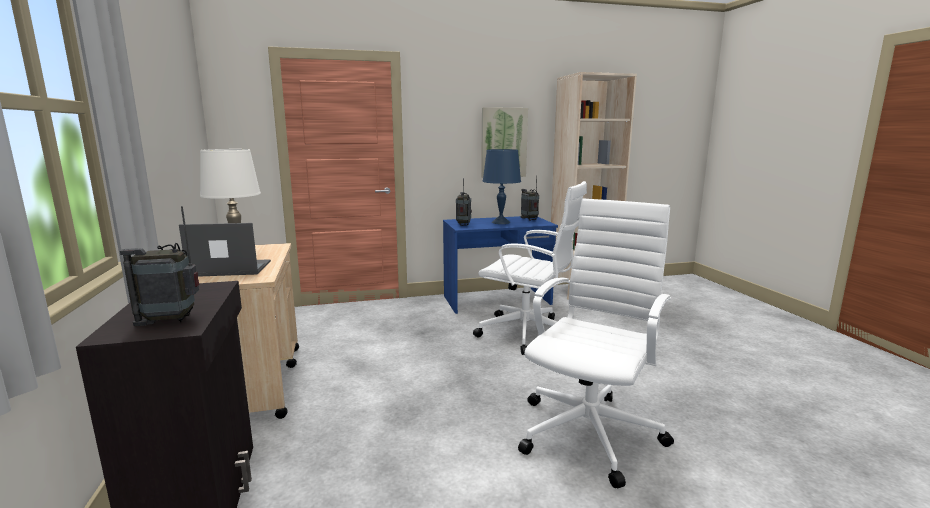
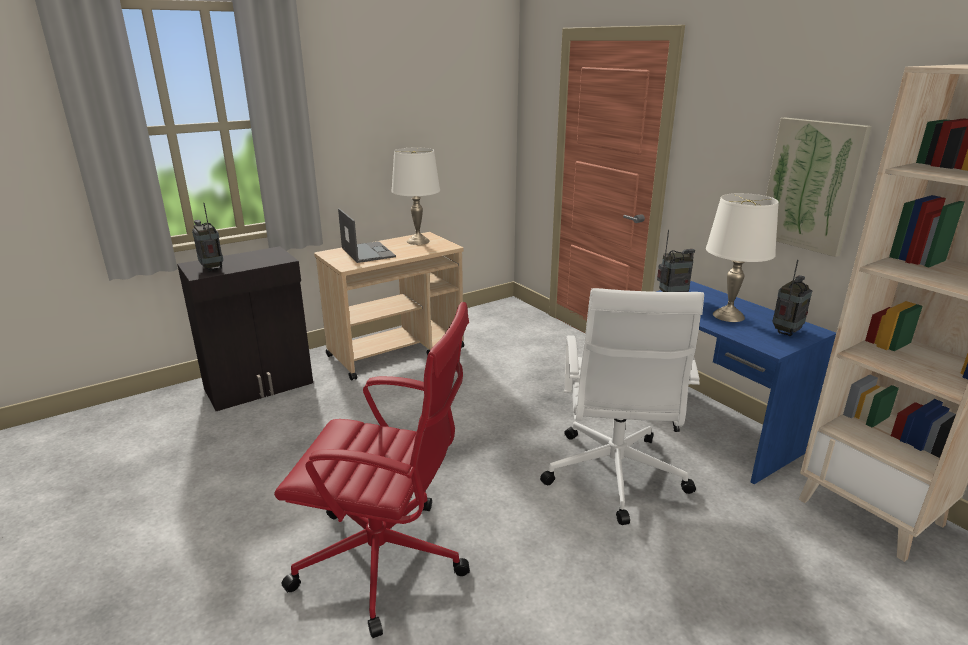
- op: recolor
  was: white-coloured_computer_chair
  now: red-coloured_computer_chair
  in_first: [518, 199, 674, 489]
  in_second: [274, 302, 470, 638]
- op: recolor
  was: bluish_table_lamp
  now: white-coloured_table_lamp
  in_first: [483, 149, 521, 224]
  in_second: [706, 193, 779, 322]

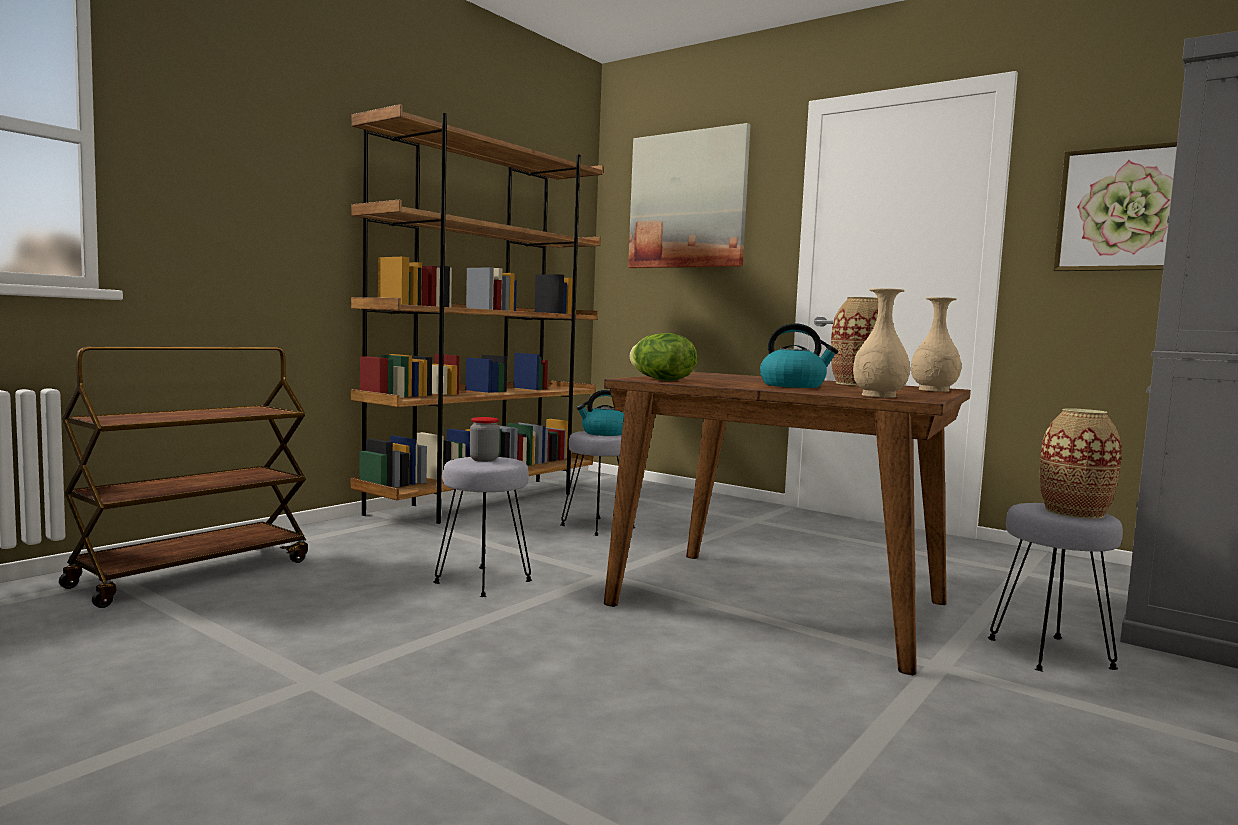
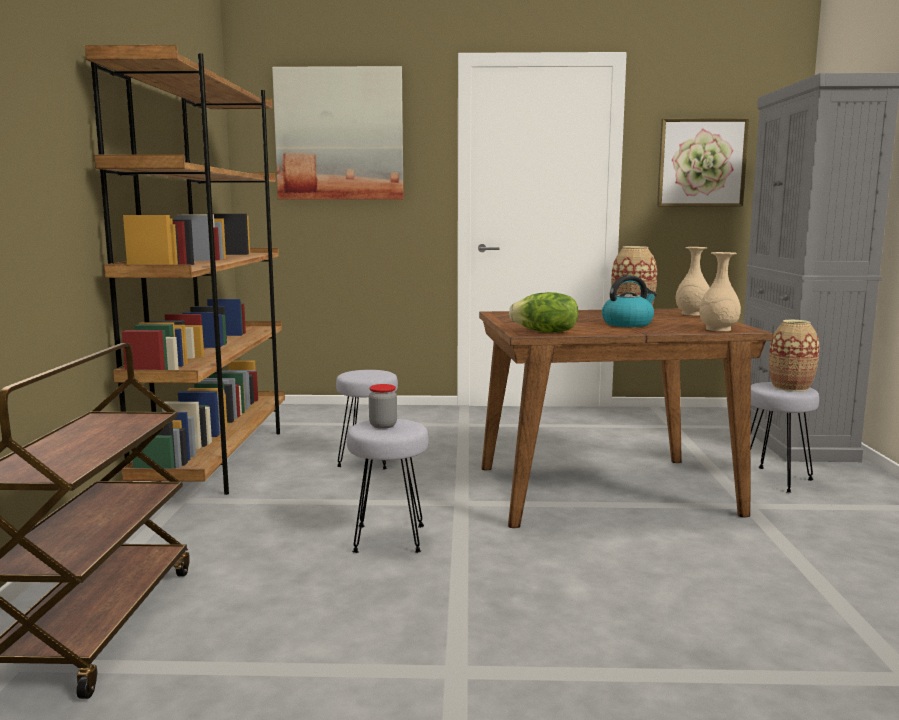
- op: delete
  was: kettle
  in_first: [577, 390, 624, 436]

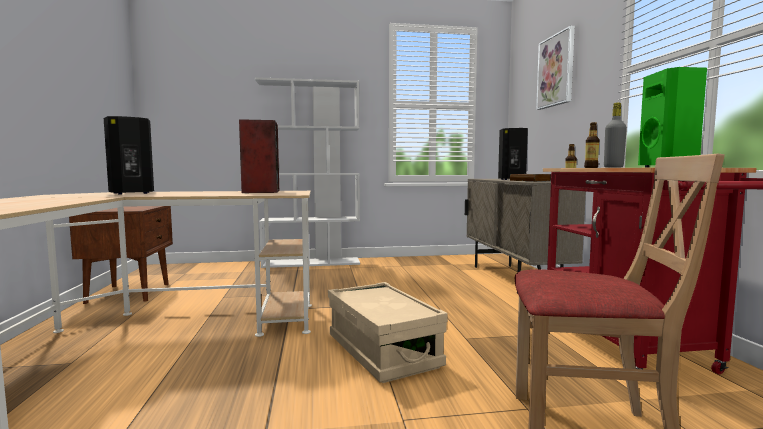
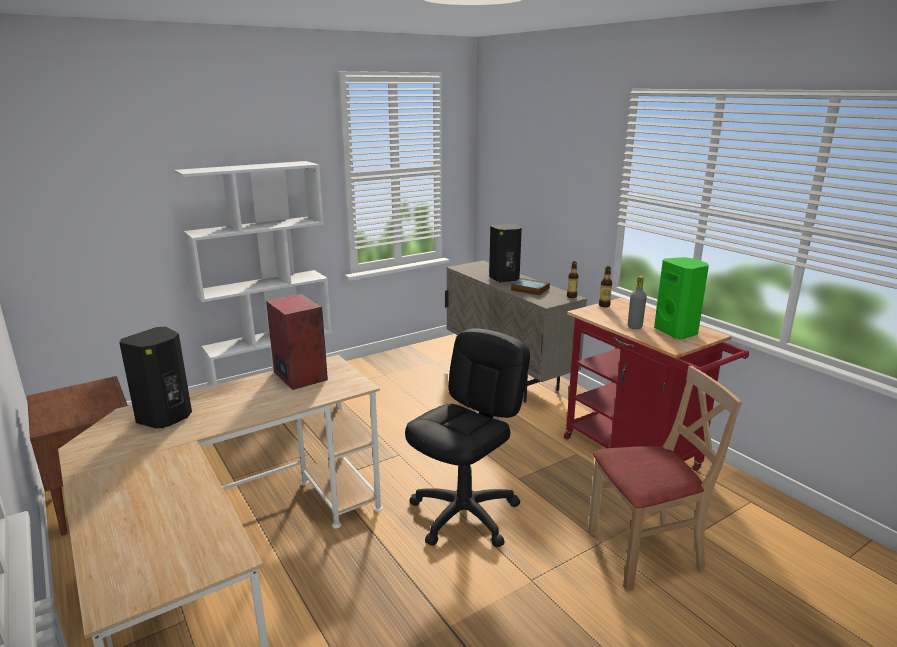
- op: replace
  was: sand-coloured_storage_bin
  now: blackish_computer_chair
  in_first: [328, 282, 448, 383]
  in_second: [405, 328, 530, 547]
- op: delete
  was: picture
  in_first: [536, 26, 575, 110]

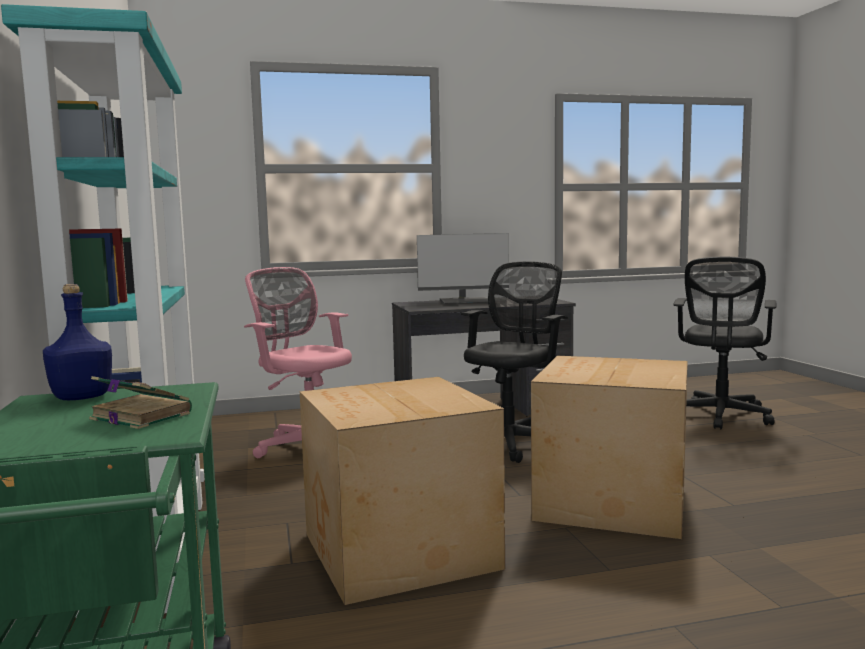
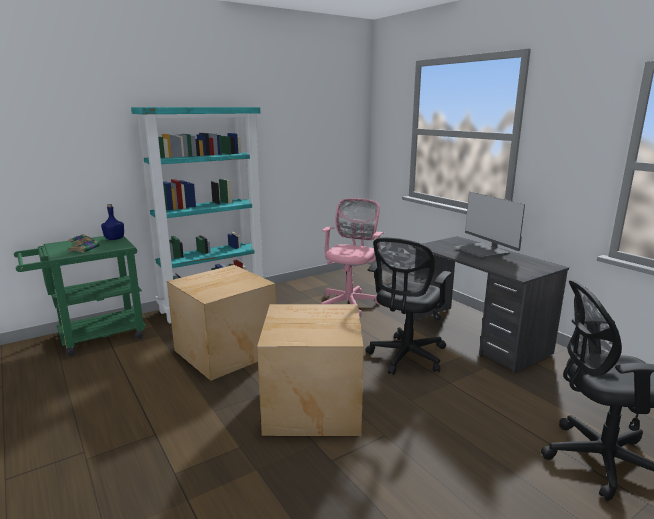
- op: rotate
  was: blackish_computer_chair
  in_first: [461, 261, 568, 463]
  in_second: [365, 237, 451, 375]
  clockwise: 105

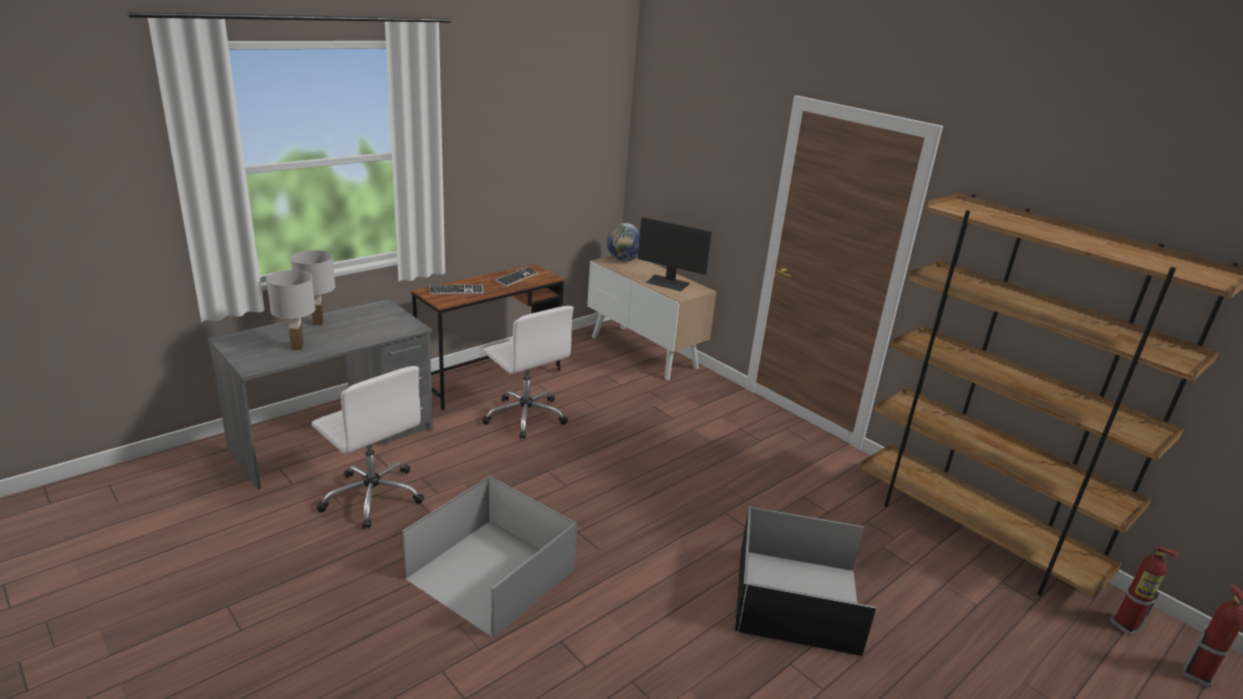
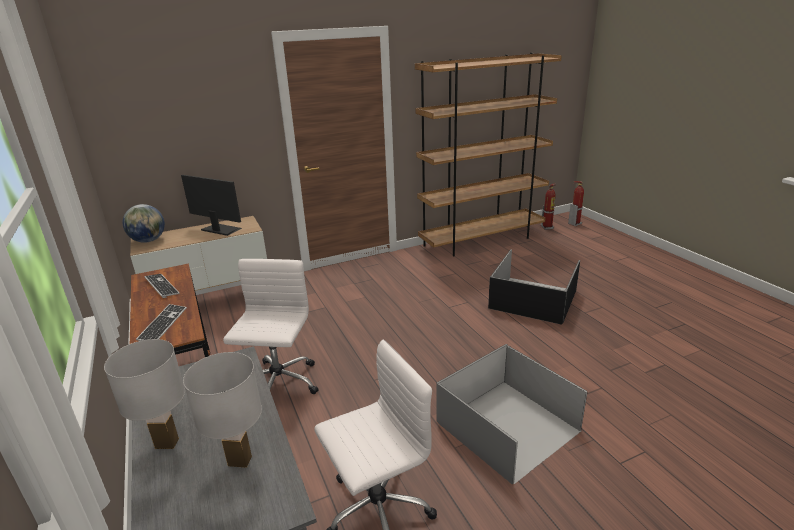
- op: rotate
  was: computer_screen
  in_first: [638, 217, 712, 291]
  in_second: [181, 175, 242, 236]
  clockwise: -105
- op: rotate
  was: white-coloured_computer_chair
  in_first: [482, 306, 574, 439]
  in_second: [223, 259, 318, 394]
  clockwise: -60

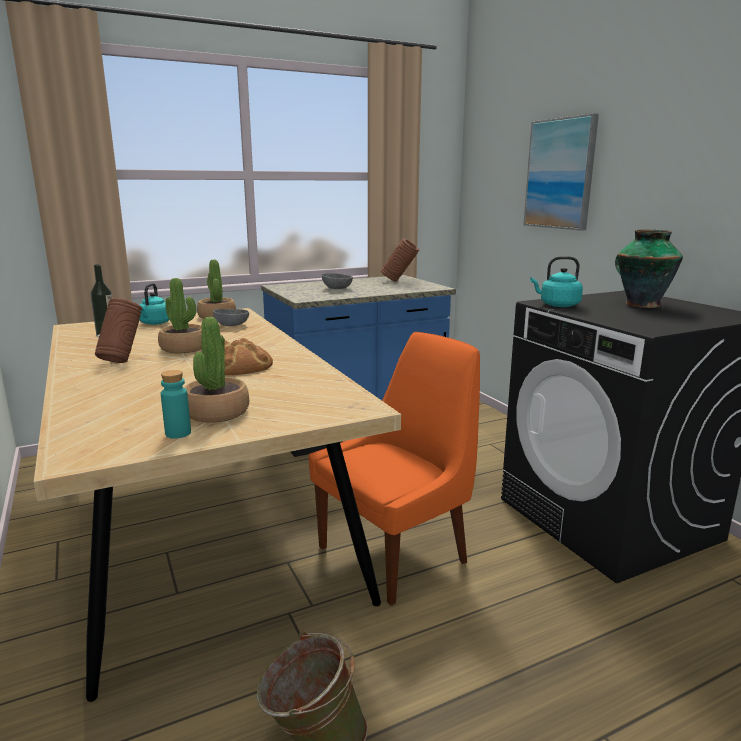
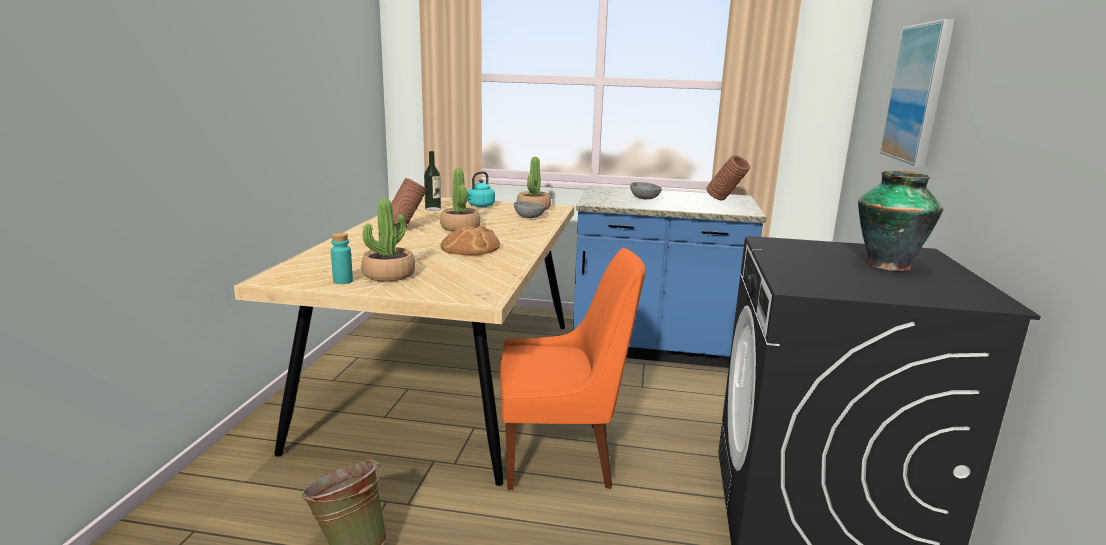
- op: delete
  was: turquoise-coloured_kettle
  in_first: [530, 256, 583, 307]

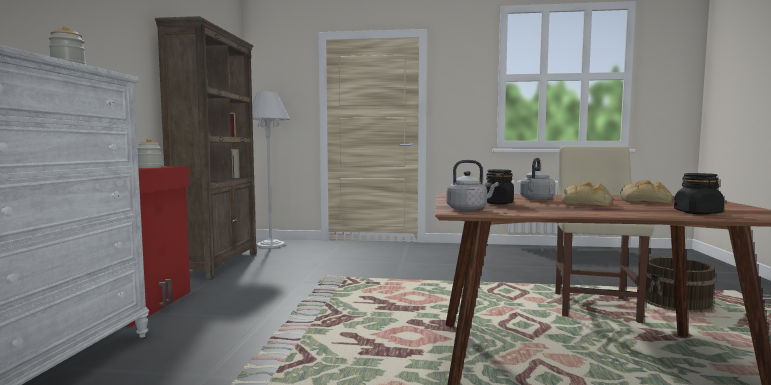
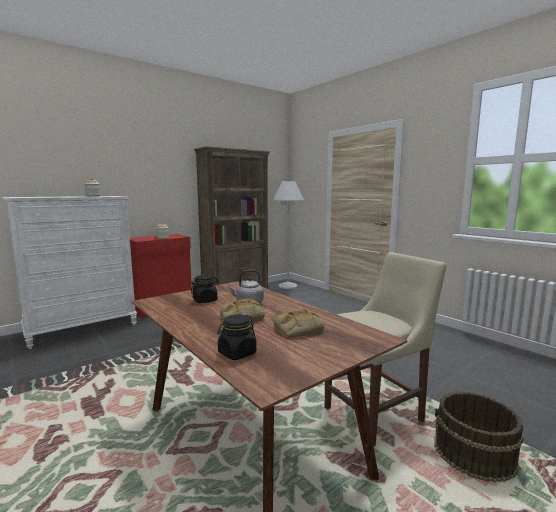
- op: delete
  was: gray_kettle
  in_first: [447, 160, 499, 211]

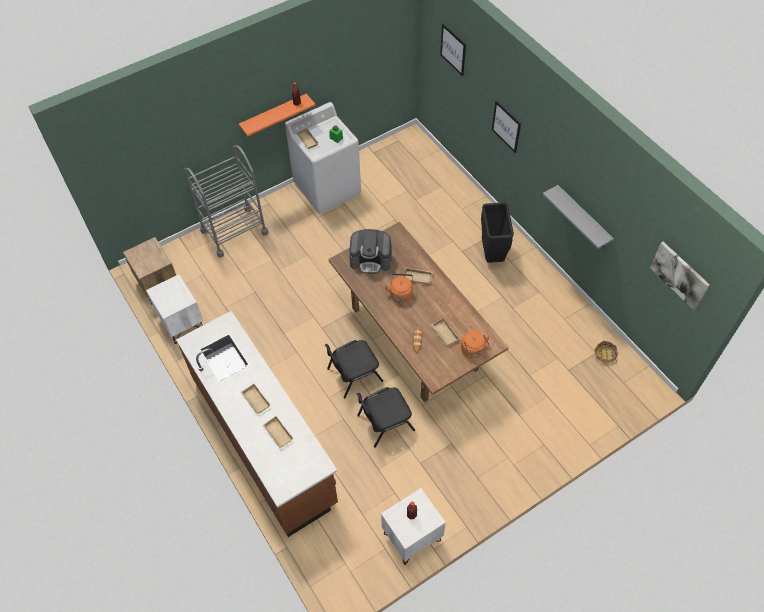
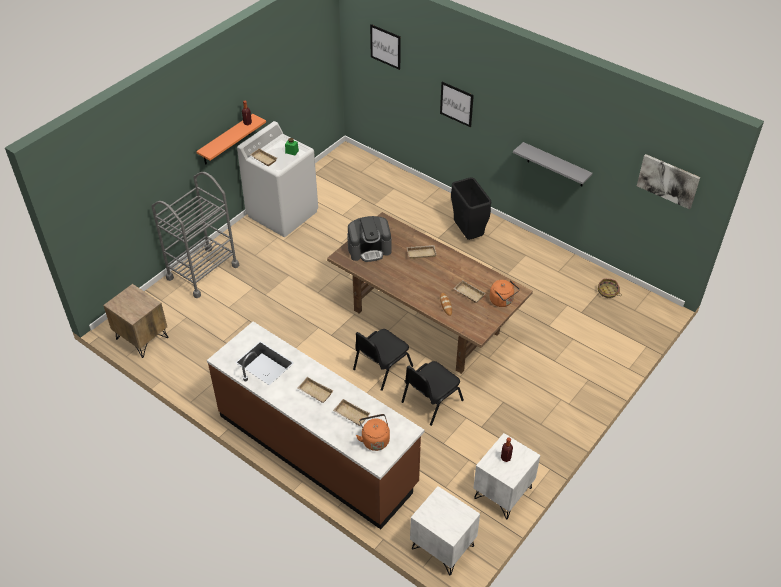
- op: move
  was: orange_kettle
  in_first: [385, 274, 413, 302]
  in_second: [356, 414, 390, 451]
- op: move
  was: white-coloured_night_table
  in_first: [146, 274, 203, 344]
  in_second: [410, 486, 480, 576]

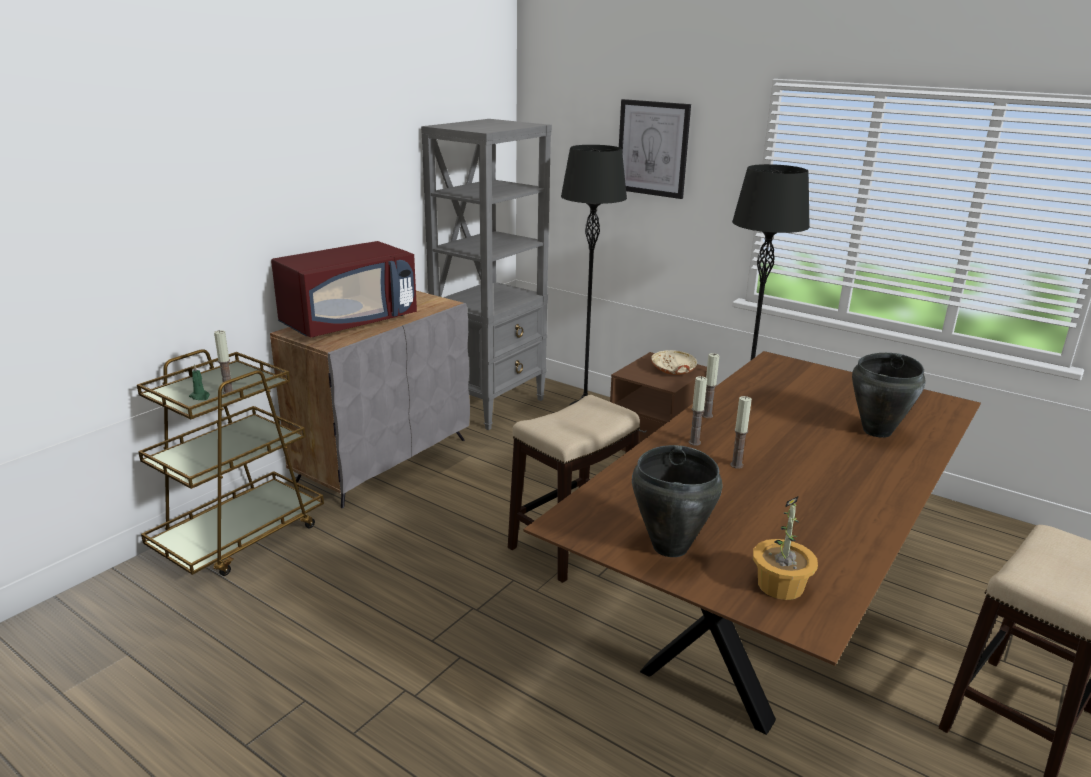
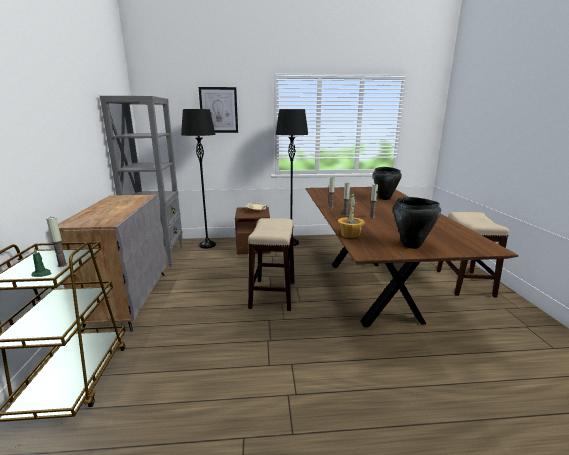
- op: move
  was: potted_plant
  in_first: [753, 496, 818, 600]
  in_second: [338, 192, 365, 238]
- op: delete
  was: red-coloured_kitchen_microwave
  in_first: [271, 241, 417, 338]

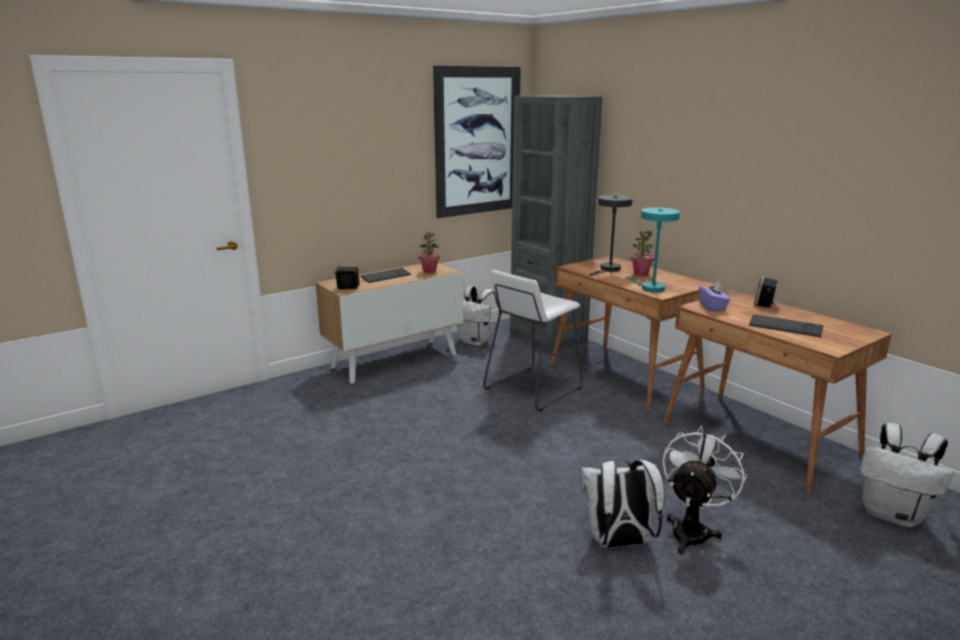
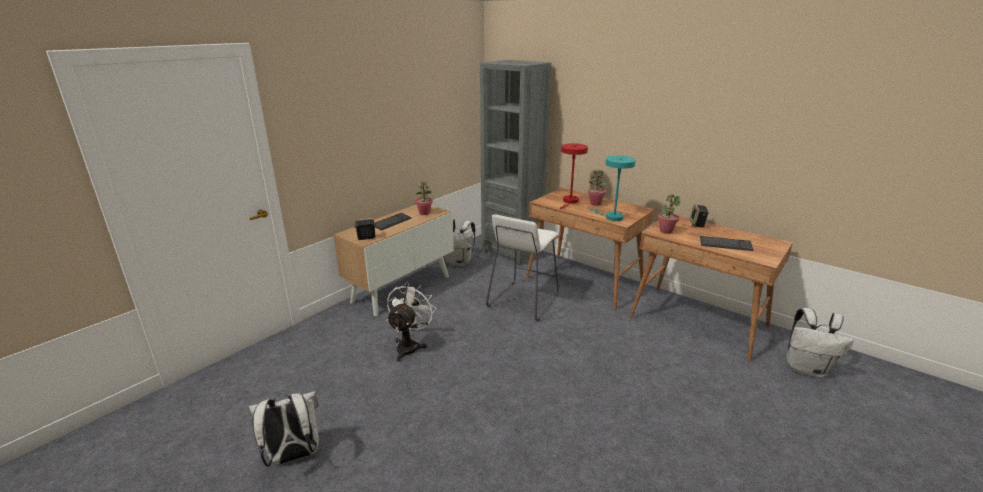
- op: move
  was: white-coloured_backpack
  in_first: [580, 459, 665, 548]
  in_second: [249, 391, 319, 467]
- op: move
  was: white-coloured_cooling_fan
  in_first: [662, 426, 747, 554]
  in_second: [386, 282, 436, 361]
- op: recolor
  was: gray_table_lamp
  now: red-coloured_table_lamp
  in_first: [589, 195, 633, 276]
  in_second: [560, 143, 588, 209]
- op: replace
  was: purplish_box_of_tissues
  now: potted_plant
  in_first: [699, 282, 730, 311]
  in_second: [658, 194, 680, 234]
- op: delete
  was: picture
  in_first: [433, 66, 521, 218]

